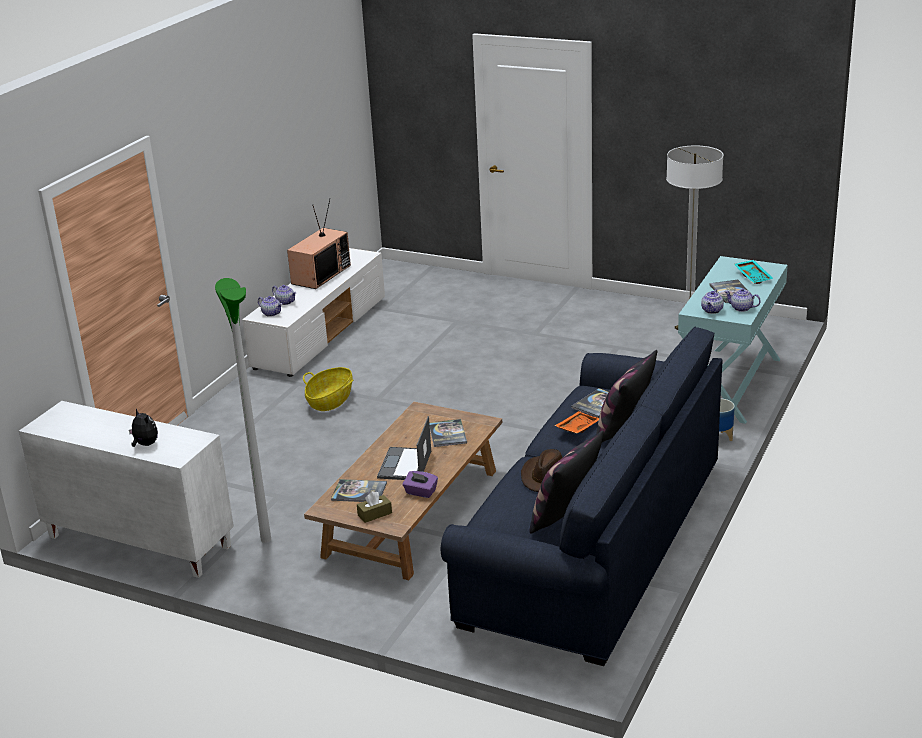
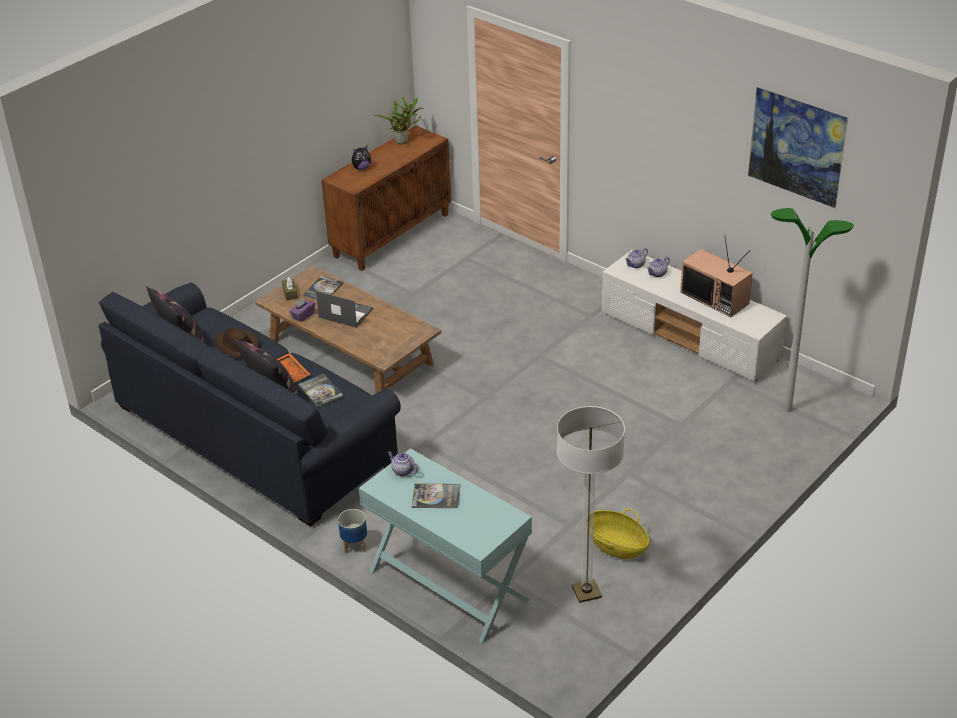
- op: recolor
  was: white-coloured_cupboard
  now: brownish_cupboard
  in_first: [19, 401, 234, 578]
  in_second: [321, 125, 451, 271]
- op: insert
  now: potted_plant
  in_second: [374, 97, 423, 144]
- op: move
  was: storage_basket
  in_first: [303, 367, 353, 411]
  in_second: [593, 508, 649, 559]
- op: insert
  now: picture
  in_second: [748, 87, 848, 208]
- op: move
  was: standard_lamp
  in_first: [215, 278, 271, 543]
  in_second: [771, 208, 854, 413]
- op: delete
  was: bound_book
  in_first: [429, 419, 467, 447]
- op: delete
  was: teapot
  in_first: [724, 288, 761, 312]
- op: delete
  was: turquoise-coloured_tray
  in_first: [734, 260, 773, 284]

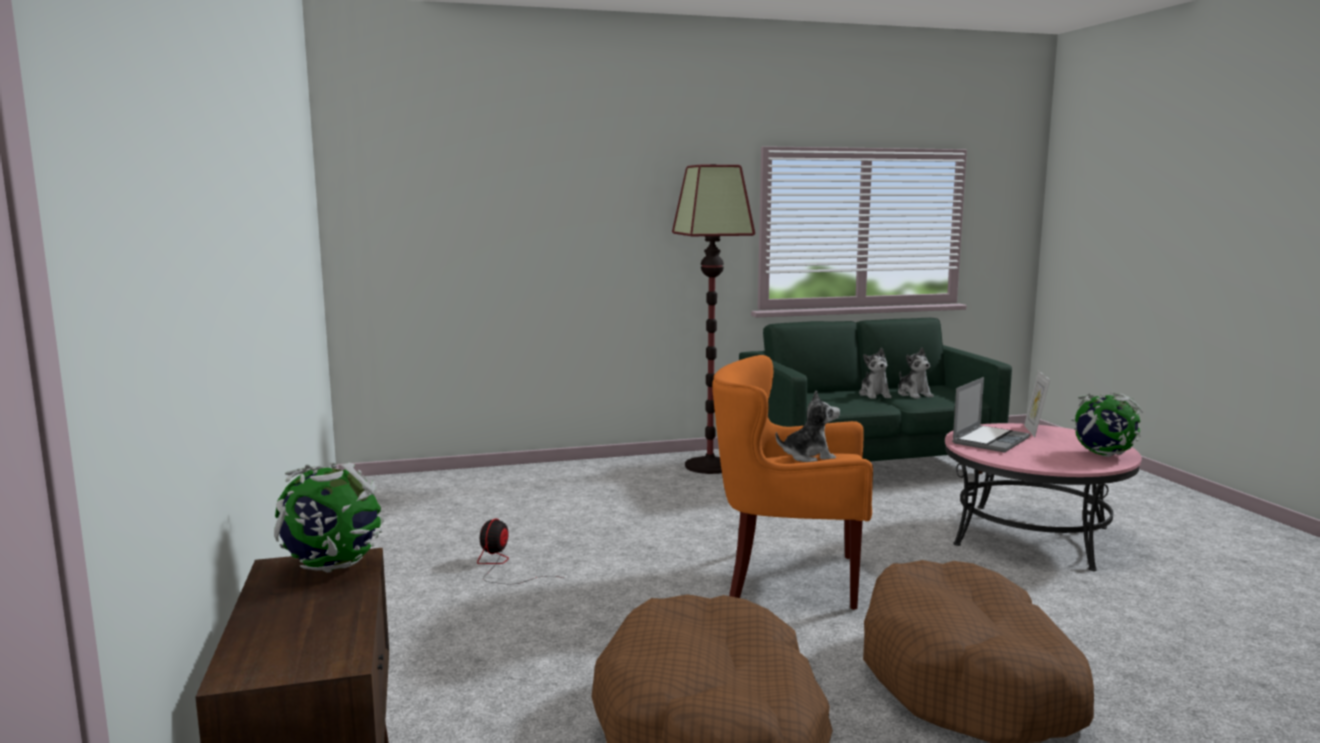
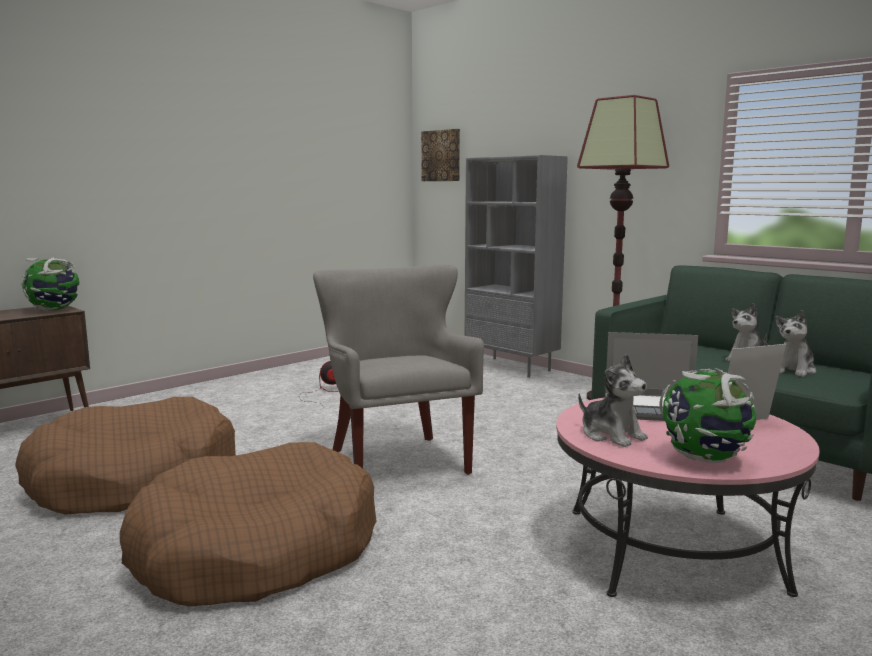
- op: recolor
  was: orange_armchair
  now: gray_armchair
  in_first: [712, 355, 873, 610]
  in_second: [313, 265, 484, 475]
- op: insert
  now: picture
  in_second: [421, 129, 460, 181]
- op: insert
  now: gray_shelving_unit
  in_second: [465, 155, 568, 378]
- op: move
  was: cuddly_toy
  in_first: [776, 391, 840, 462]
  in_second: [578, 354, 648, 447]

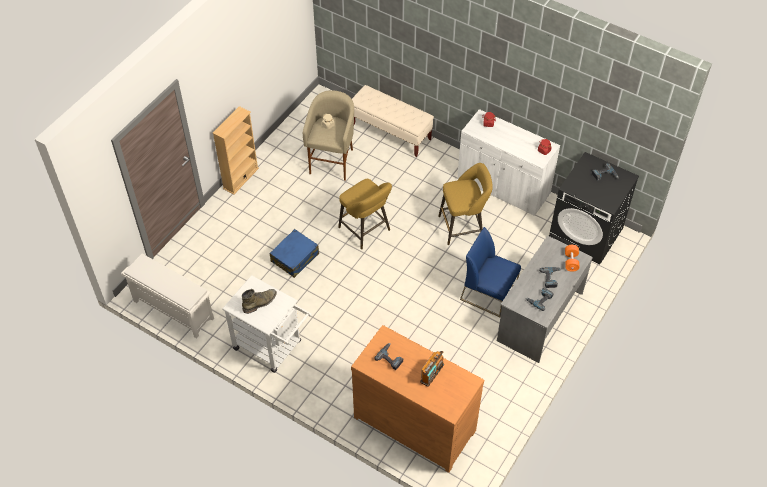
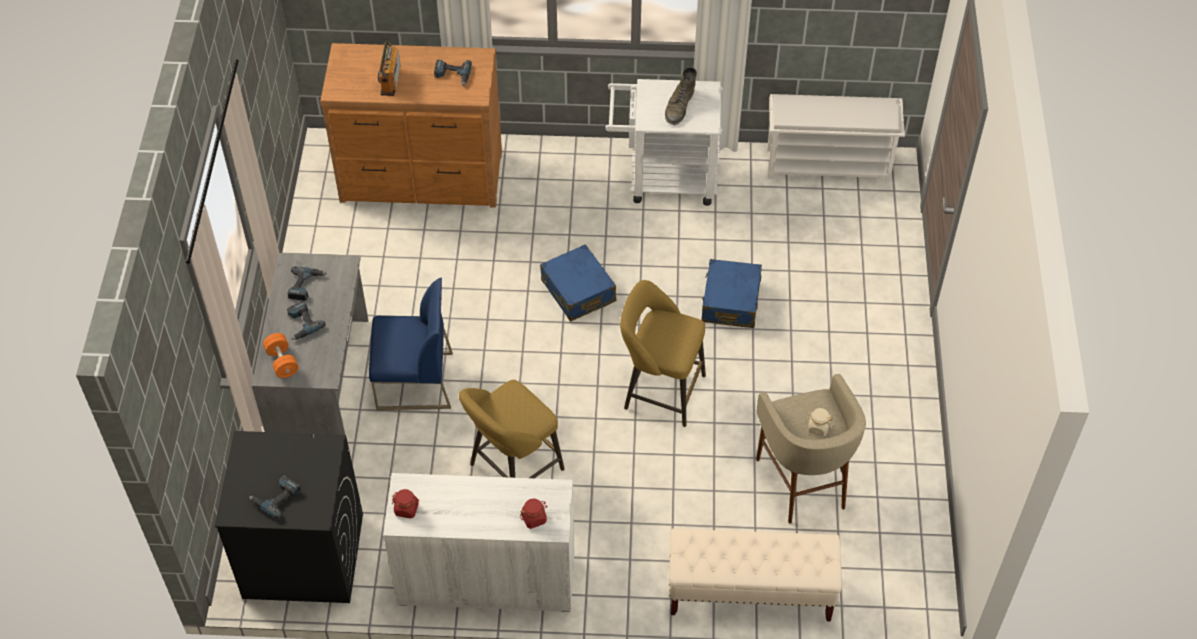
- op: insert
  now: bluish_suitcase
  in_second: [540, 244, 616, 322]
- op: delete
  was: sand-coloured_shelving_unit
  in_first: [212, 106, 259, 194]

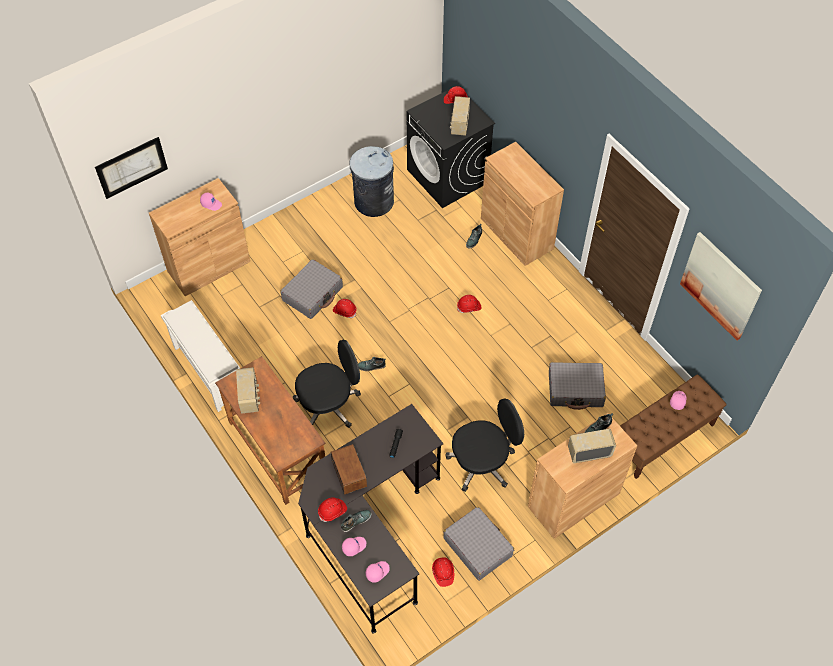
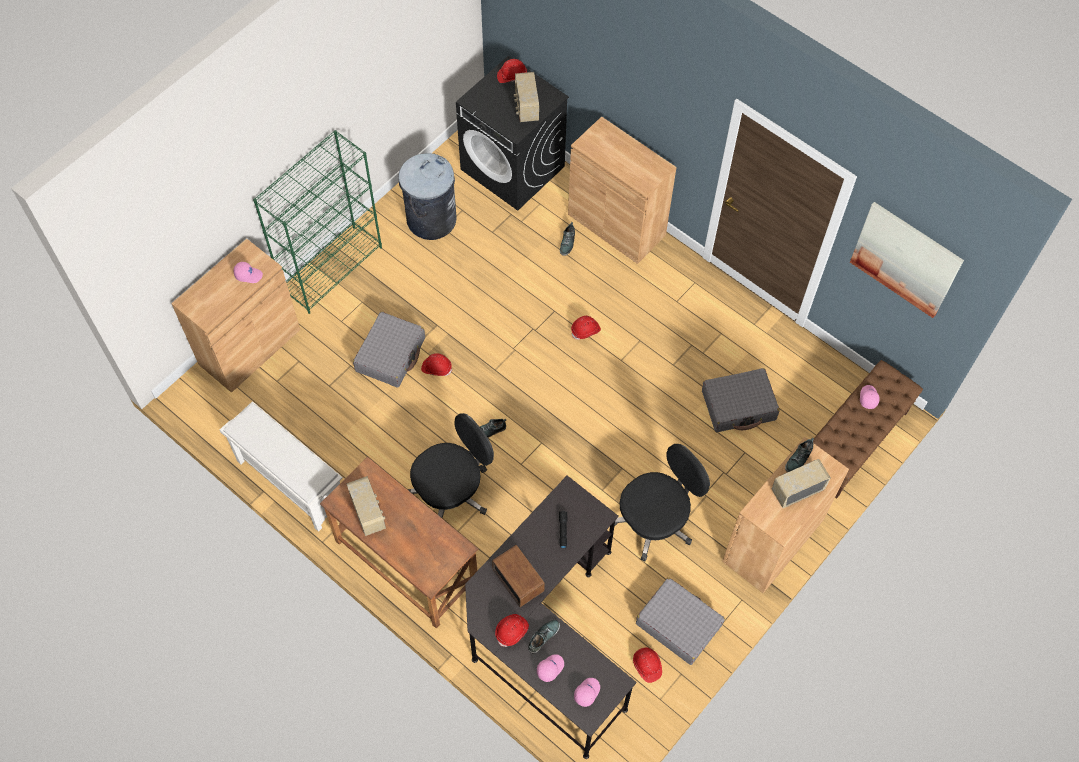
- op: insert
  now: green_shelving_unit
  in_second: [253, 130, 382, 314]
- op: delete
  was: picture
  in_first: [95, 137, 168, 199]

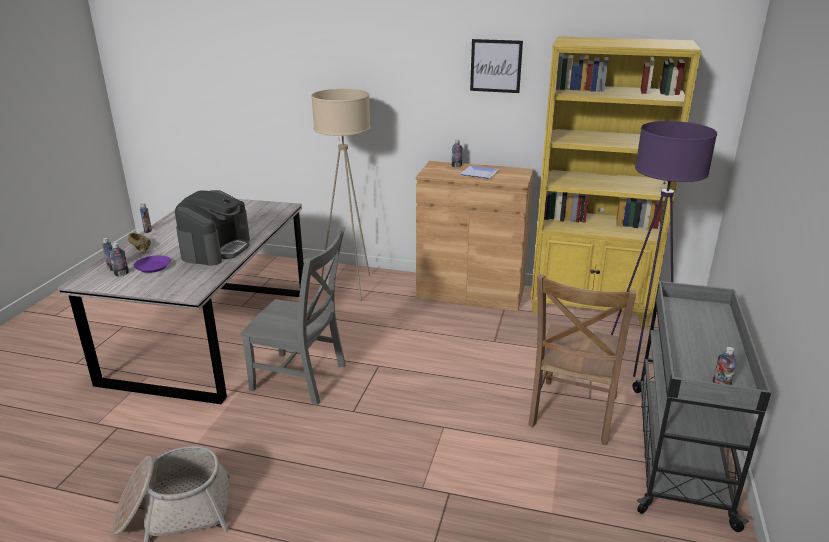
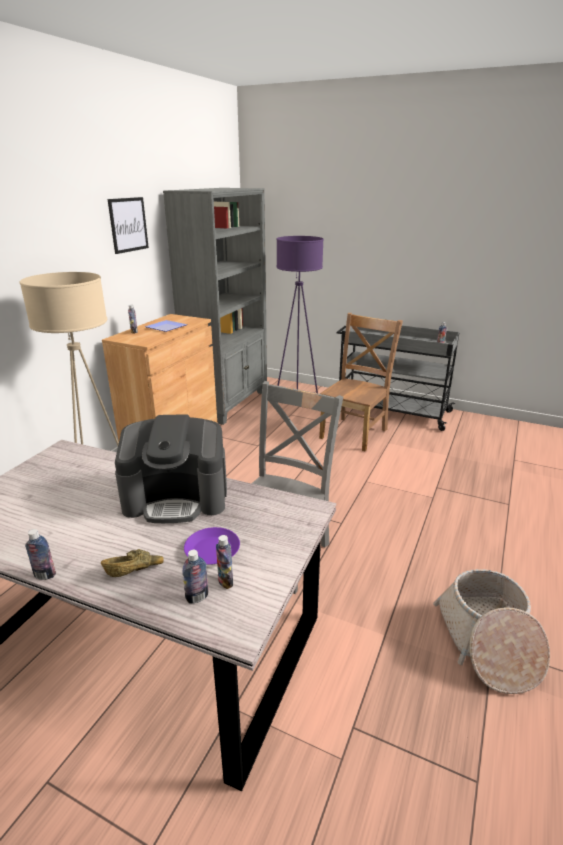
- op: rotate
  was: coffee_maker
  in_first: [175, 190, 250, 266]
  in_second: [115, 414, 227, 523]
  clockwise: 150
- op: recolor
  was: yellowish_shelving_unit
  now: gray_shelving_unit
  in_first: [531, 36, 701, 328]
  in_second: [163, 188, 267, 425]
- op: rotate
  was: brownish_chair
  in_first: [528, 274, 636, 445]
  in_second: [319, 313, 403, 451]
  clockwise: -90

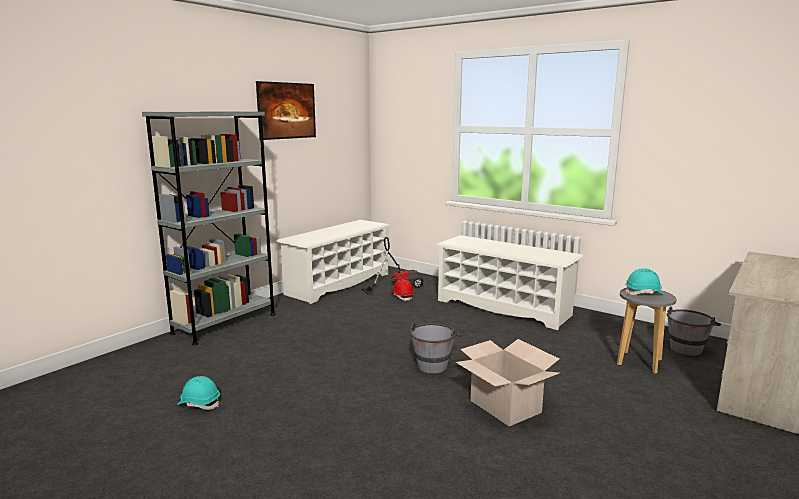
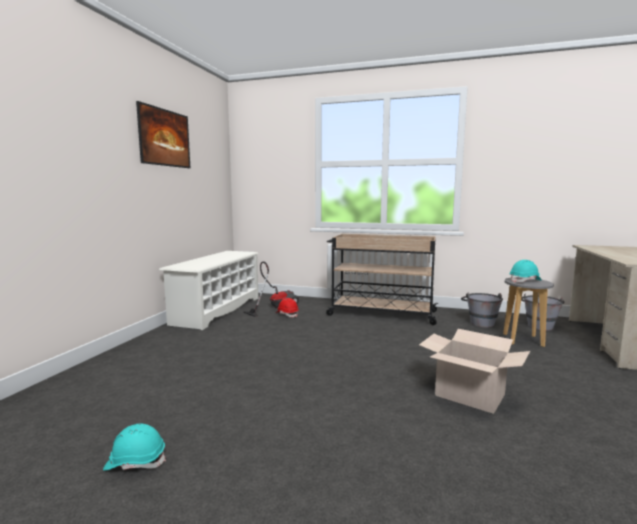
- op: replace
  was: white-coloured_shoe_rack
  now: sand-coloured_trolley
  in_first: [437, 235, 584, 330]
  in_second: [326, 234, 438, 325]
- op: move
  was: gray_bucket
  in_first: [410, 323, 462, 374]
  in_second: [461, 293, 503, 327]
- op: delete
  was: gray_shelving_unit
  in_first: [142, 111, 276, 345]

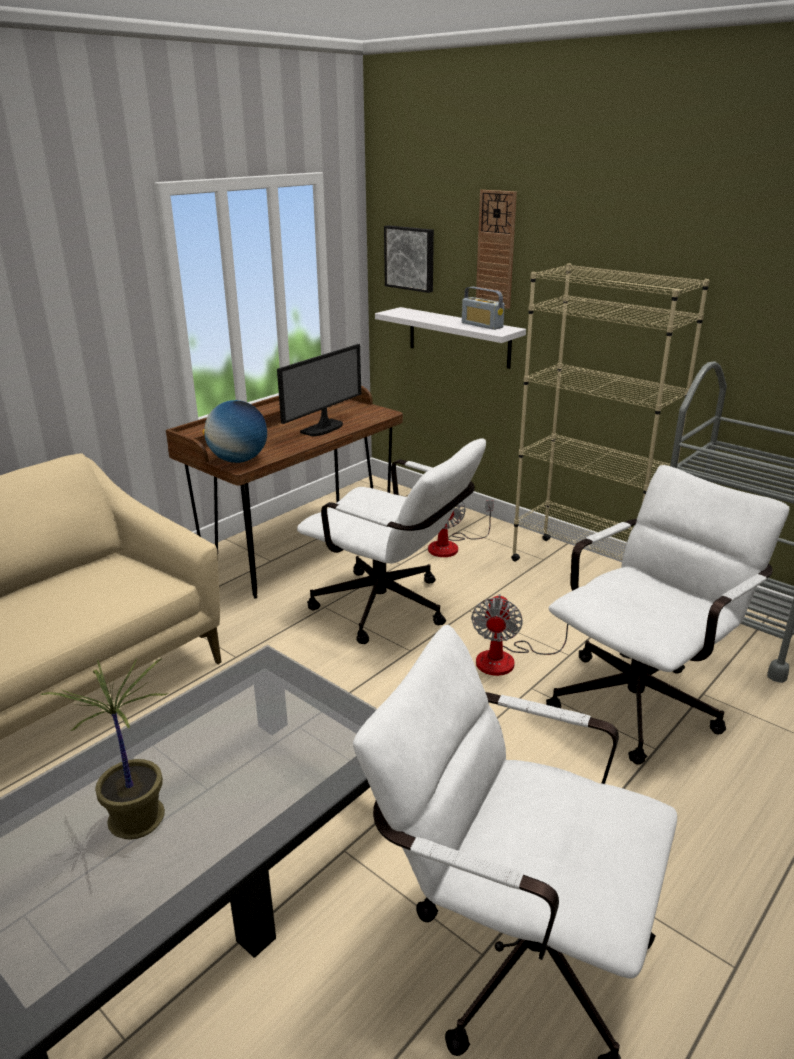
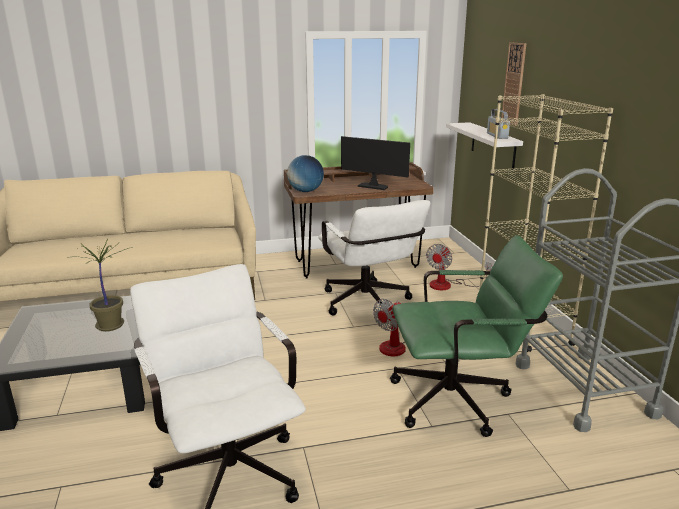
- op: rotate
  was: computer_screen
  in_first: [277, 344, 361, 436]
  in_second: [341, 136, 410, 190]
  clockwise: -135
- op: recolor
  was: white-coloured_computer_chair
  now: green_computer_chair
  in_first: [546, 465, 789, 764]
  in_second: [390, 235, 563, 437]
- op: delete
  was: picture
  in_first: [384, 225, 434, 293]

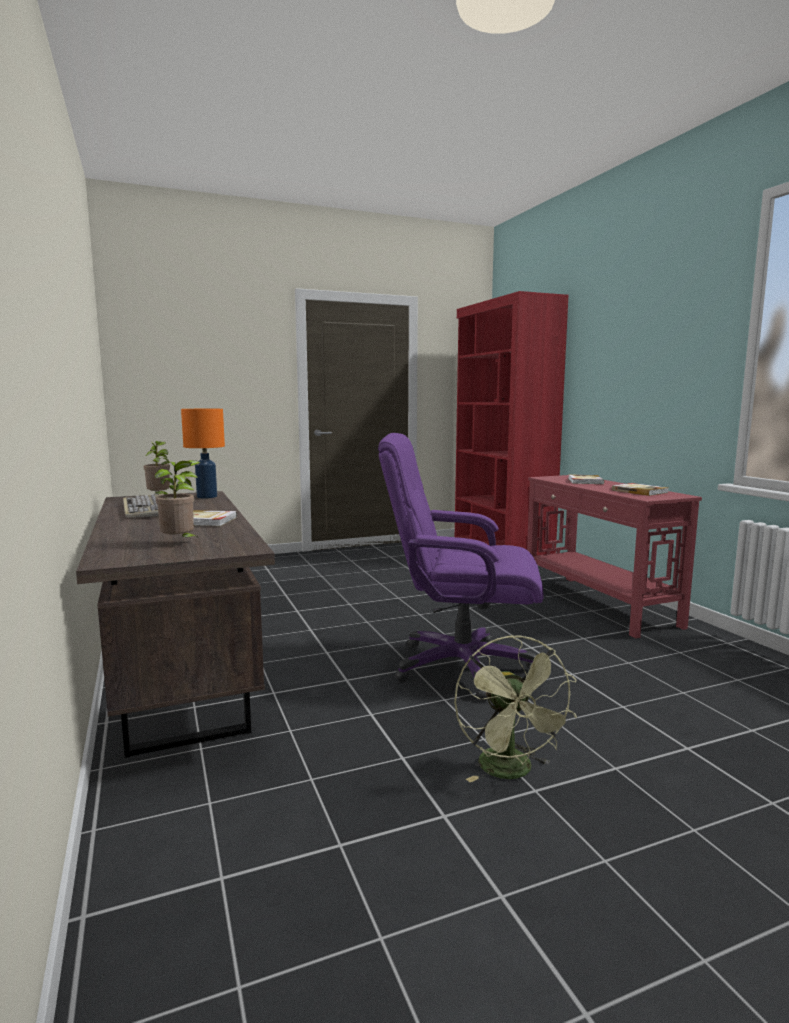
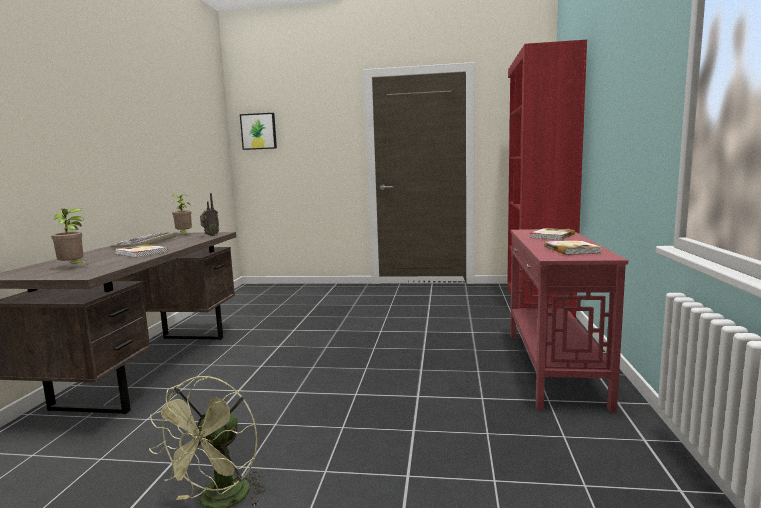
- op: replace
  was: orange_table_lamp
  now: radio_receiver
  in_first: [181, 409, 225, 498]
  in_second: [200, 193, 219, 236]
- op: insert
  now: picture
  in_second: [240, 113, 277, 150]
- op: delete
  was: purplish_computer_chair
  in_first: [378, 433, 543, 700]

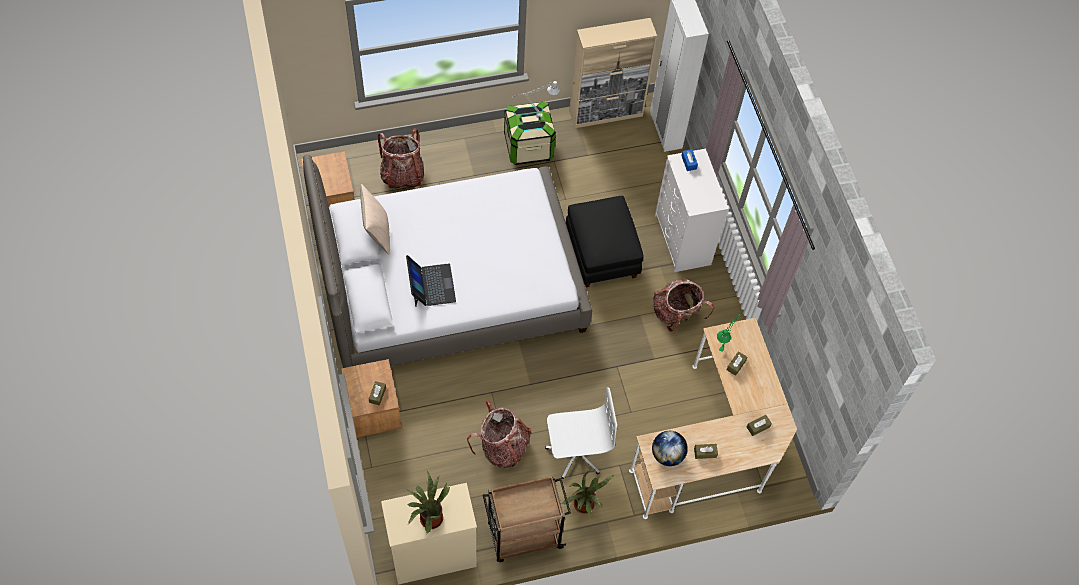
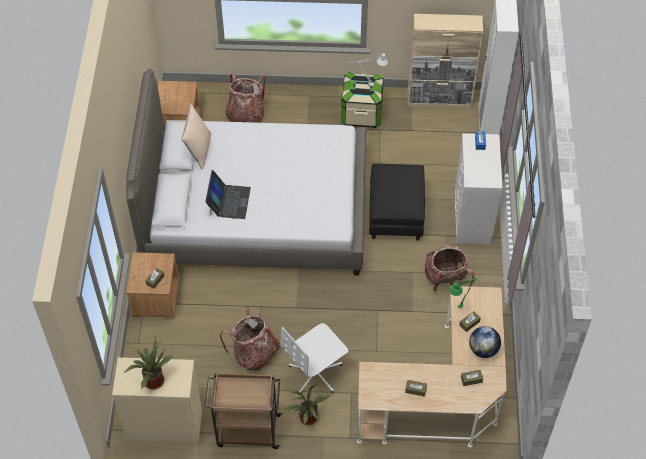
- op: rotate
  was: white-coloured_computer_chair
  in_first: [545, 387, 617, 479]
  in_second: [281, 323, 348, 393]
  clockwise: 135
- op: move
  was: world_globe
  in_first: [652, 431, 688, 466]
  in_second: [469, 326, 501, 358]

